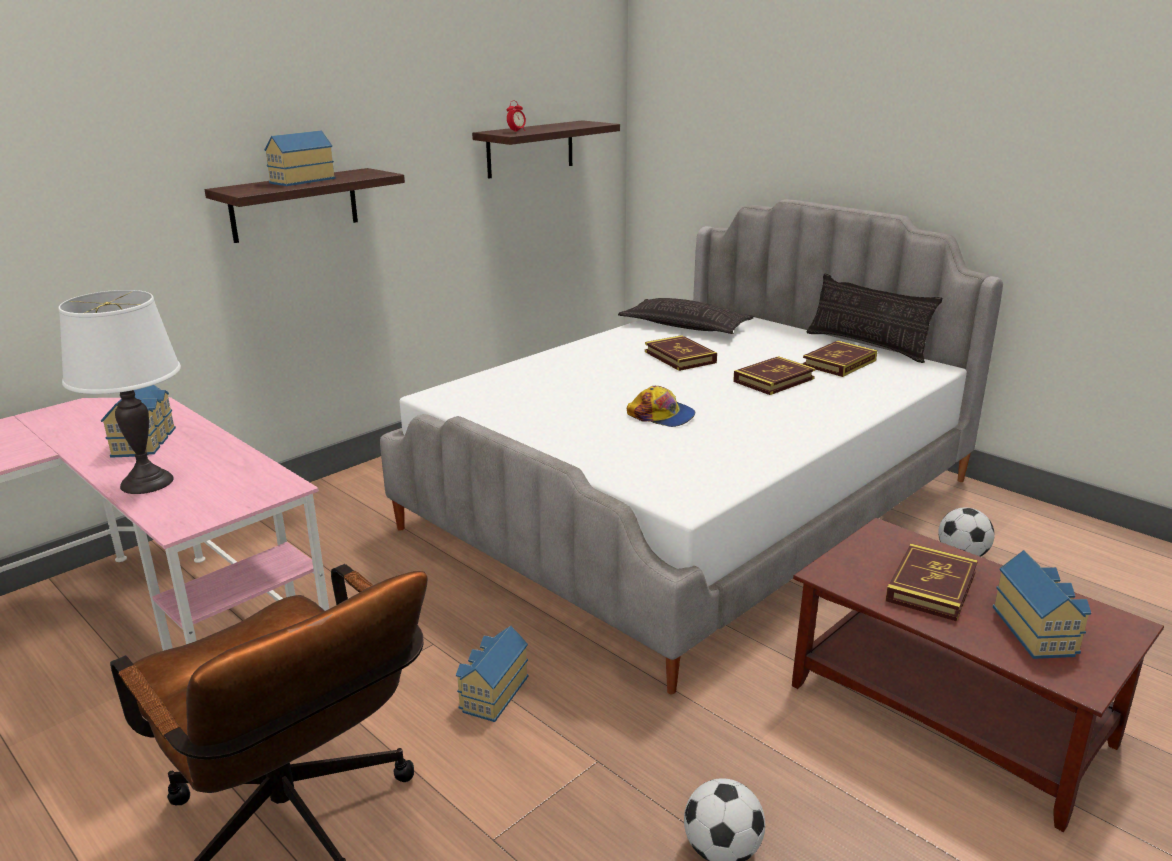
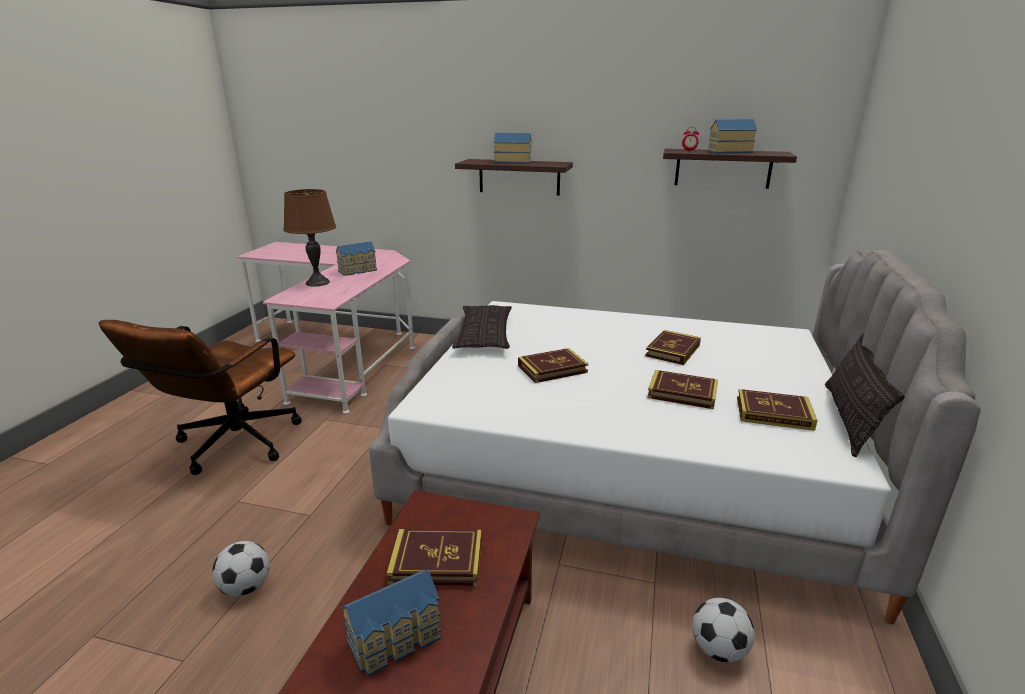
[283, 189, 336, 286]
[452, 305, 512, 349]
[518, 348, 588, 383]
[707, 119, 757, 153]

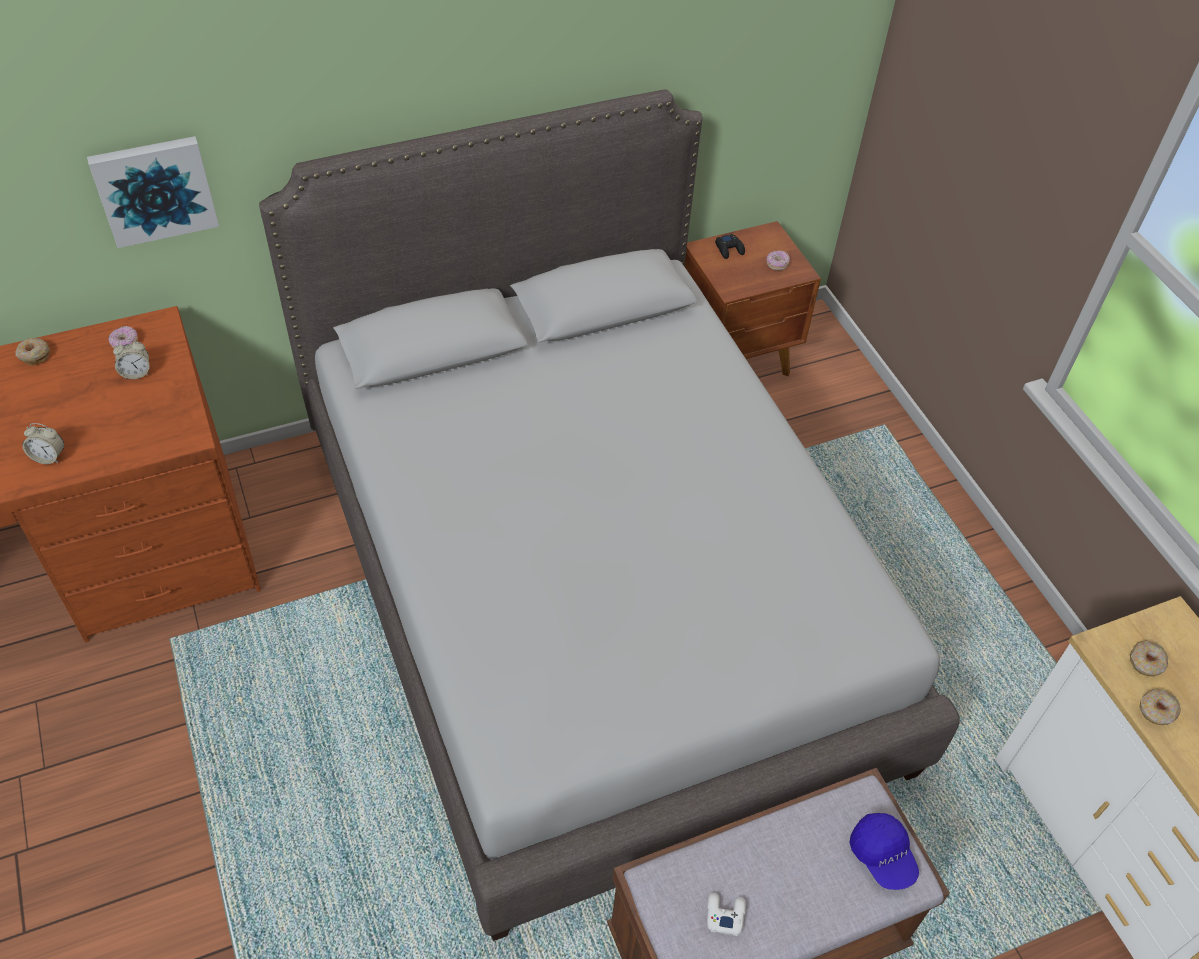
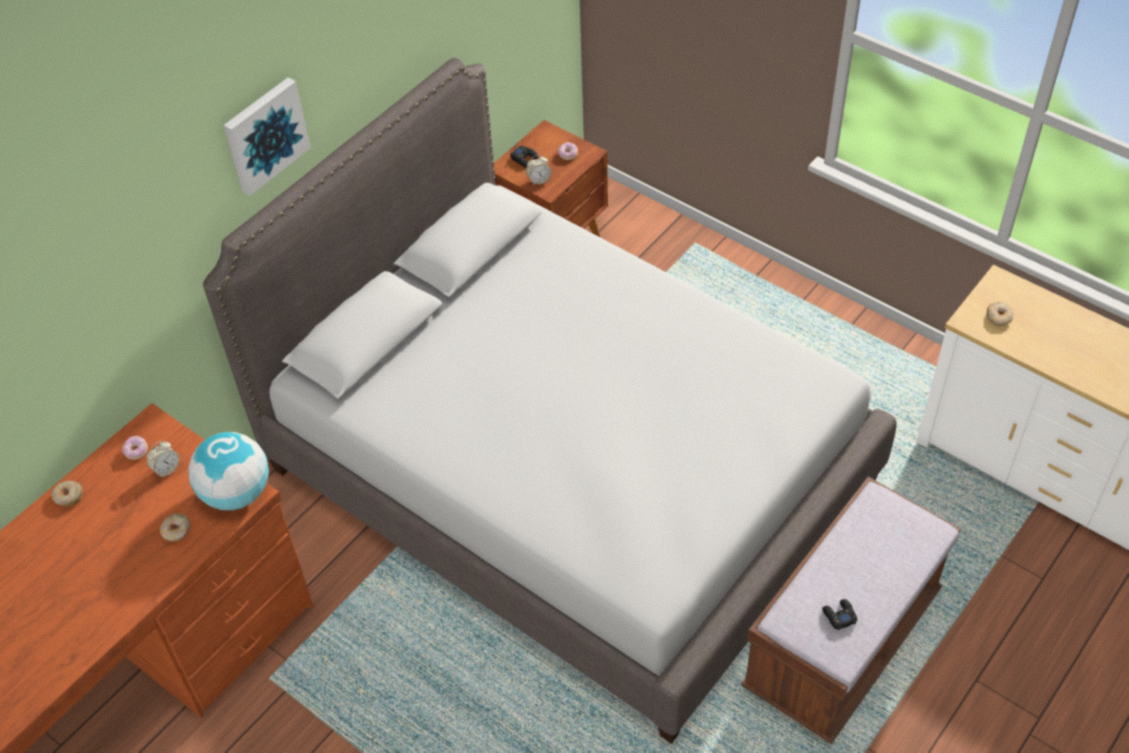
[160, 513, 190, 542]
[188, 432, 269, 510]
[224, 78, 311, 196]
[526, 155, 551, 185]
[822, 599, 857, 630]
[849, 813, 919, 890] (first image)

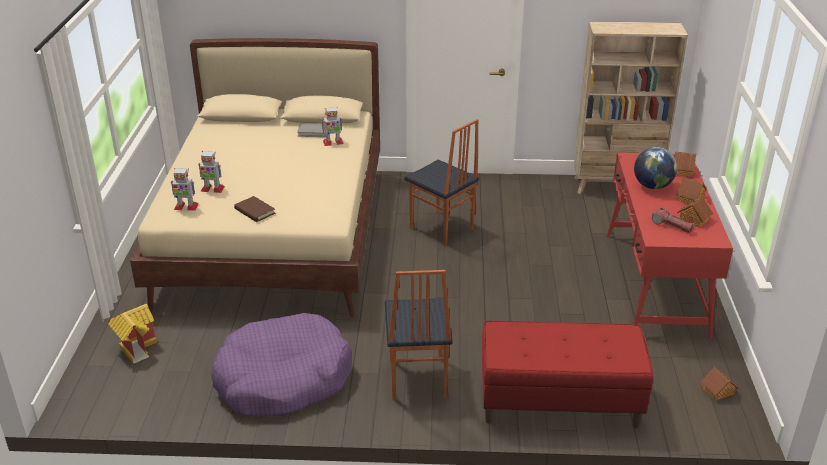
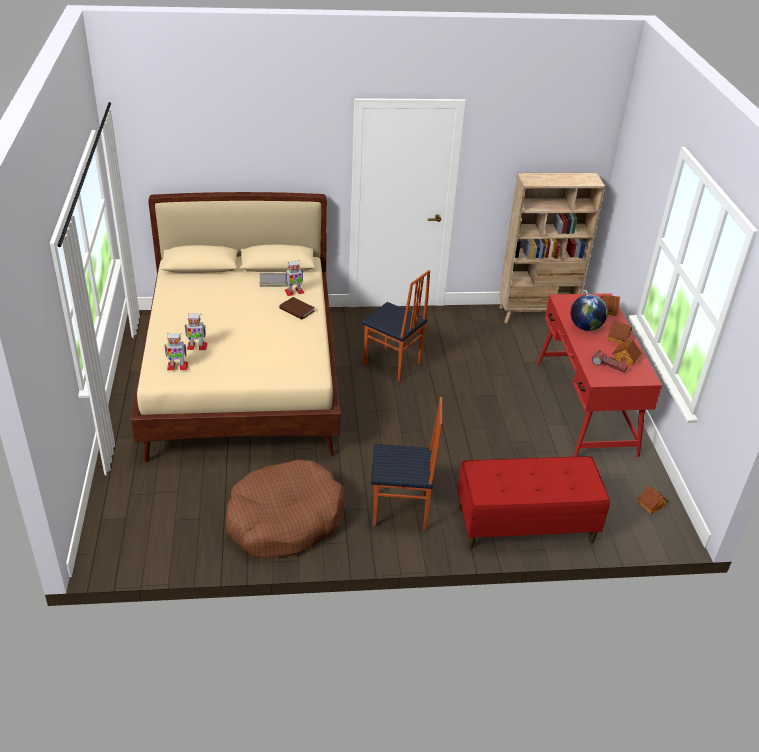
[226, 460, 345, 558]
[279, 297, 315, 319]
[371, 397, 442, 530]
[108, 304, 157, 364] (first image)

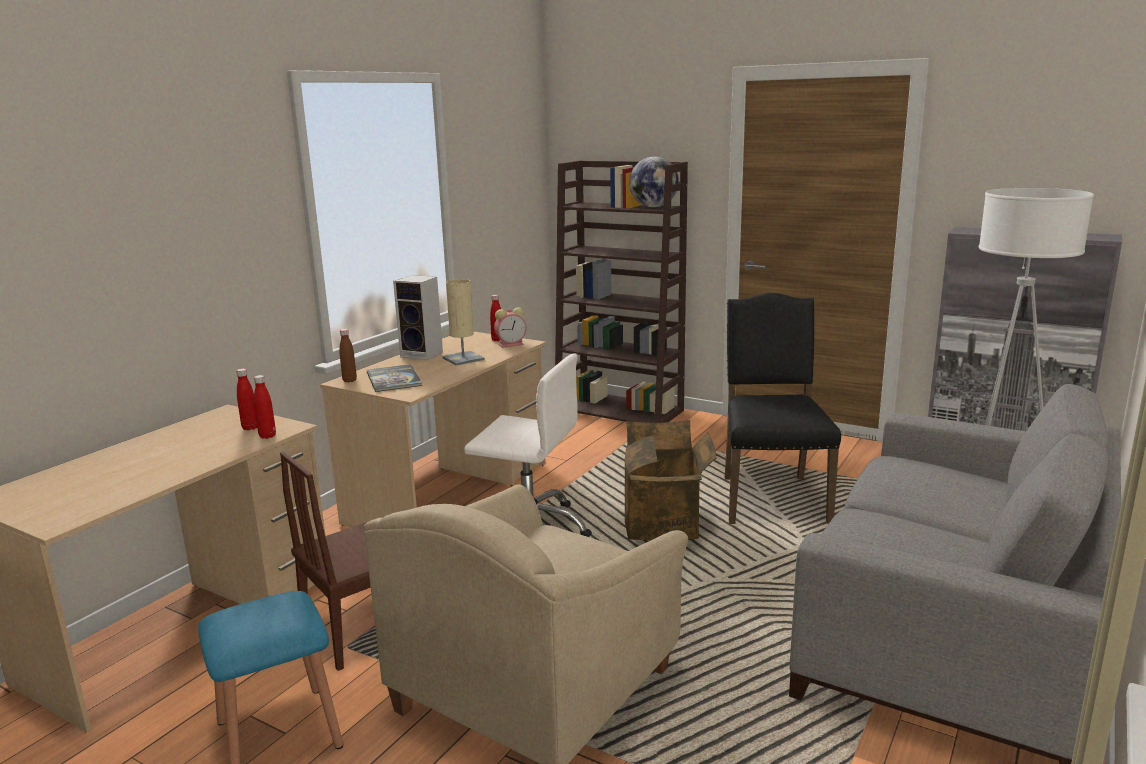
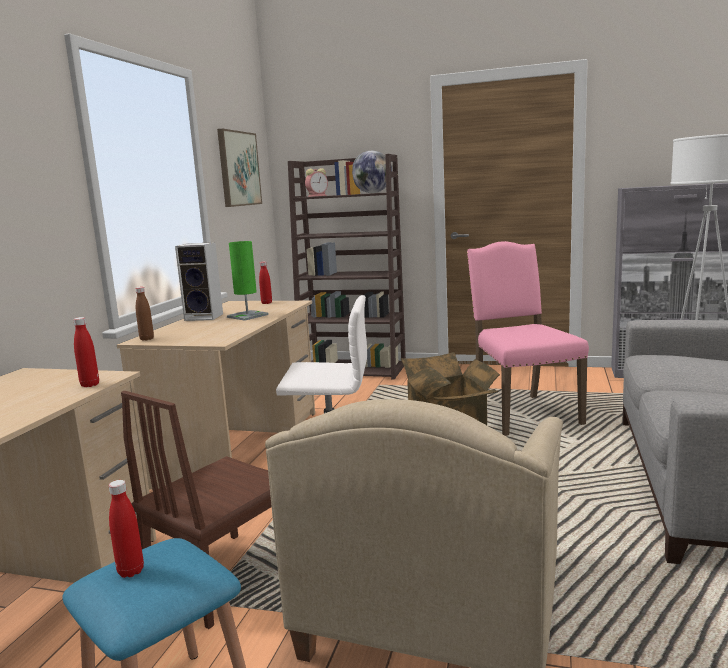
[109, 480, 144, 578]
[217, 129, 262, 207]
[227, 241, 269, 321]
[305, 168, 328, 197]
[467, 241, 589, 436]
[367, 364, 422, 392] (first image)

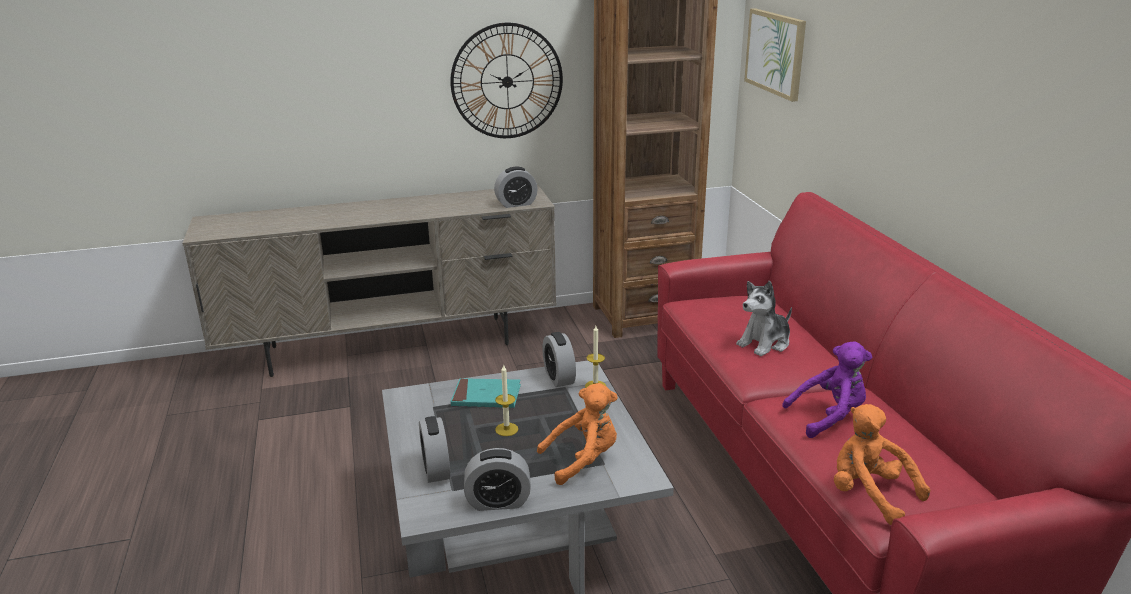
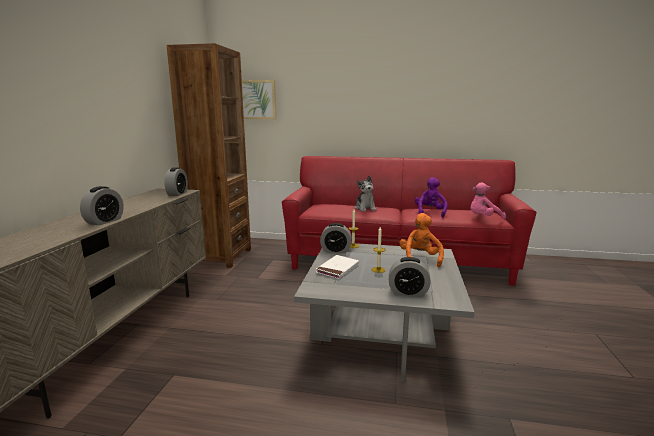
[80, 186, 124, 226]
[316, 255, 359, 279]
[470, 182, 506, 219]
[450, 23, 563, 138] (first image)

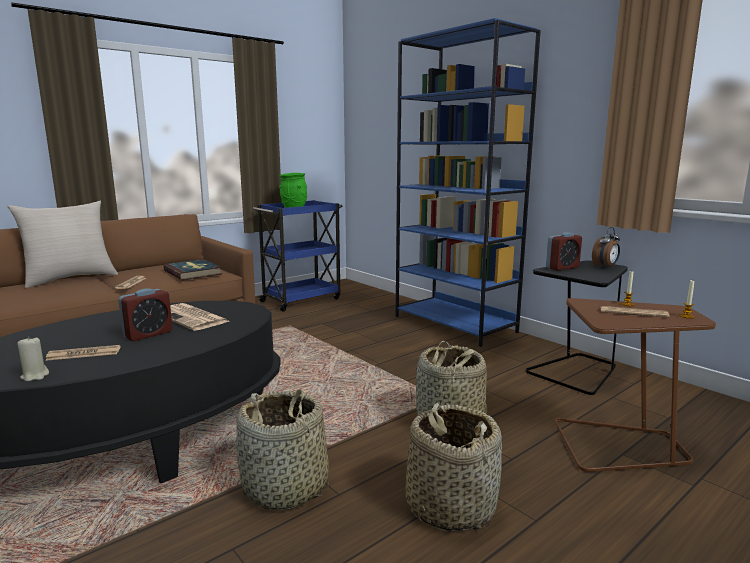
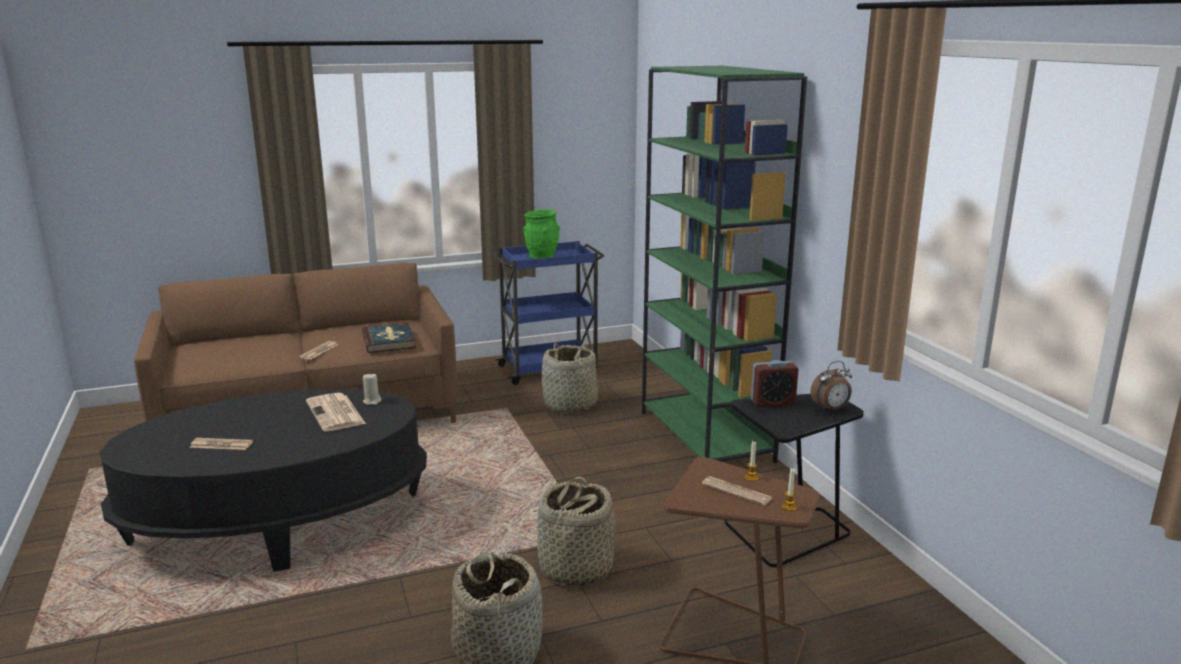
[363, 374, 381, 405]
[542, 343, 598, 413]
[642, 66, 807, 463]
[7, 201, 118, 288] (first image)
[118, 289, 173, 341] (first image)

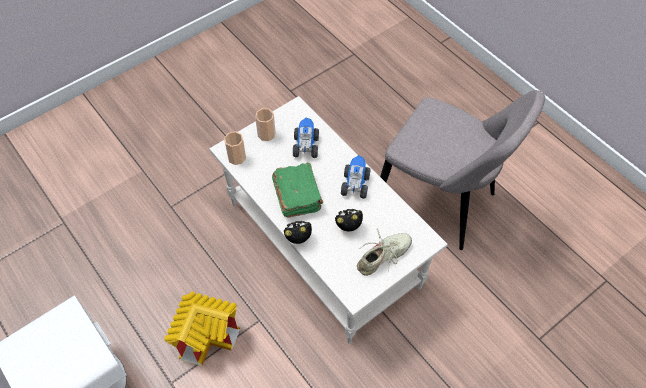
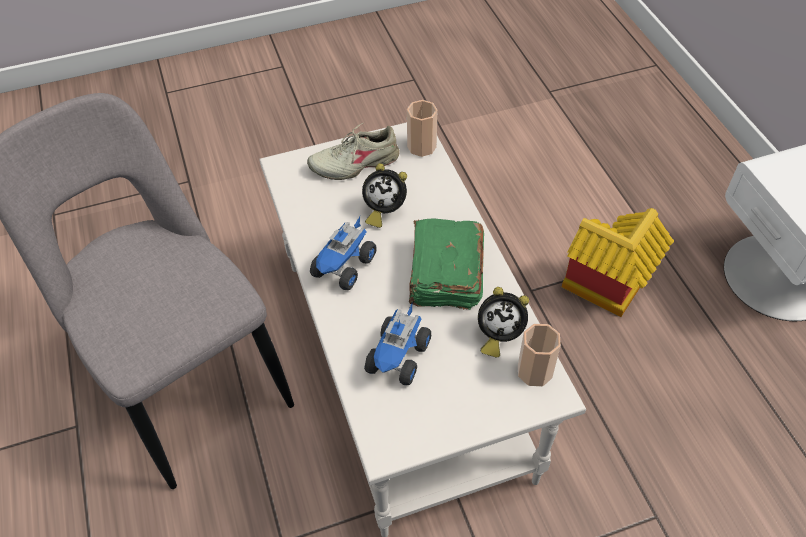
[407, 100, 437, 157]
[478, 287, 529, 357]

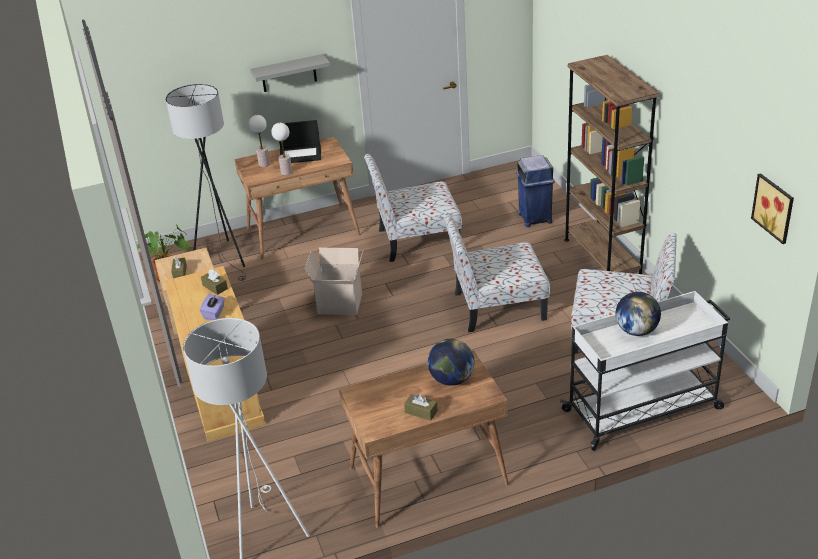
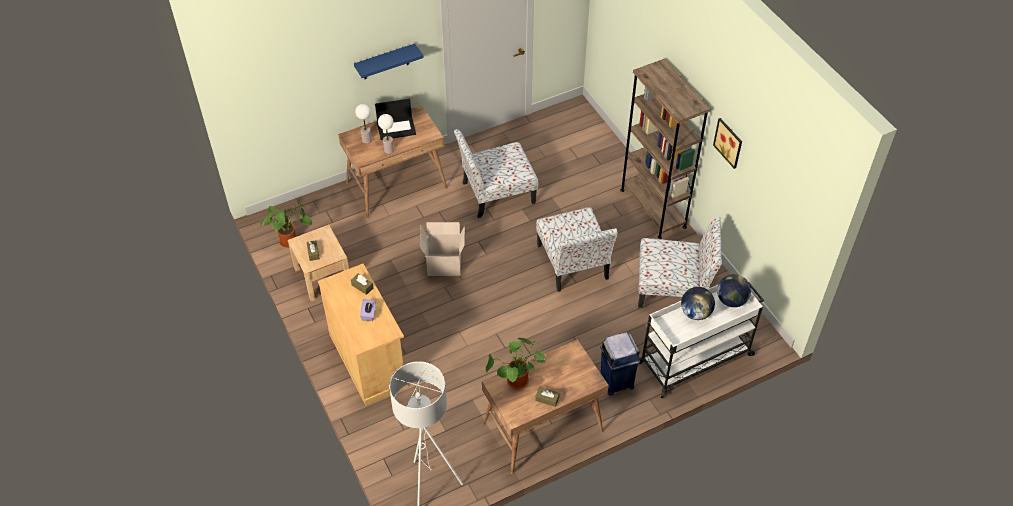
[354, 44, 424, 79]
[485, 338, 546, 389]
[536, 207, 618, 292]
[600, 332, 640, 396]
[713, 118, 742, 169]
[717, 274, 751, 307]
[166, 84, 246, 281] (first image)

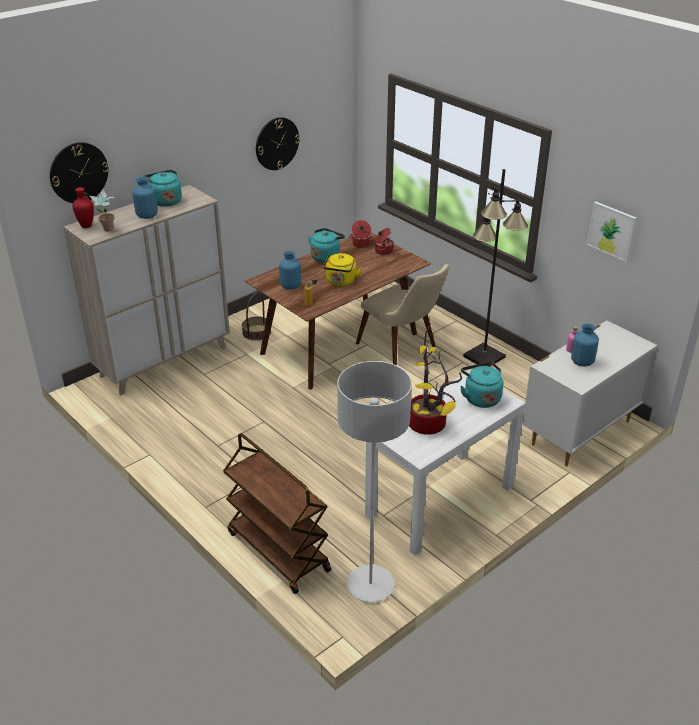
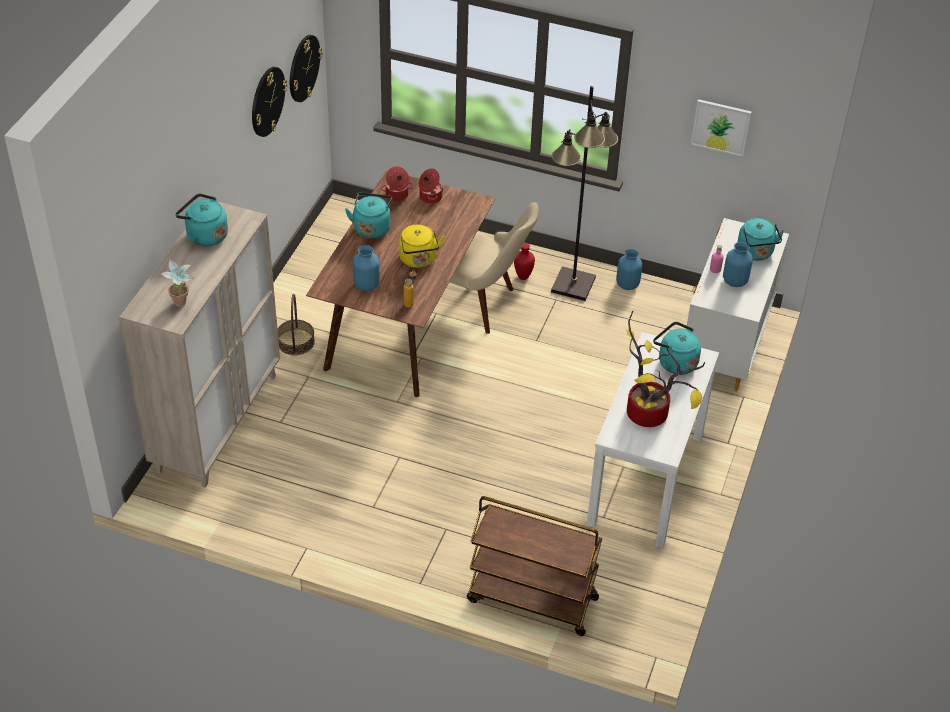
[290, 35, 322, 102]
[514, 243, 535, 280]
[616, 249, 642, 290]
[738, 218, 784, 261]
[337, 361, 412, 602] (first image)

